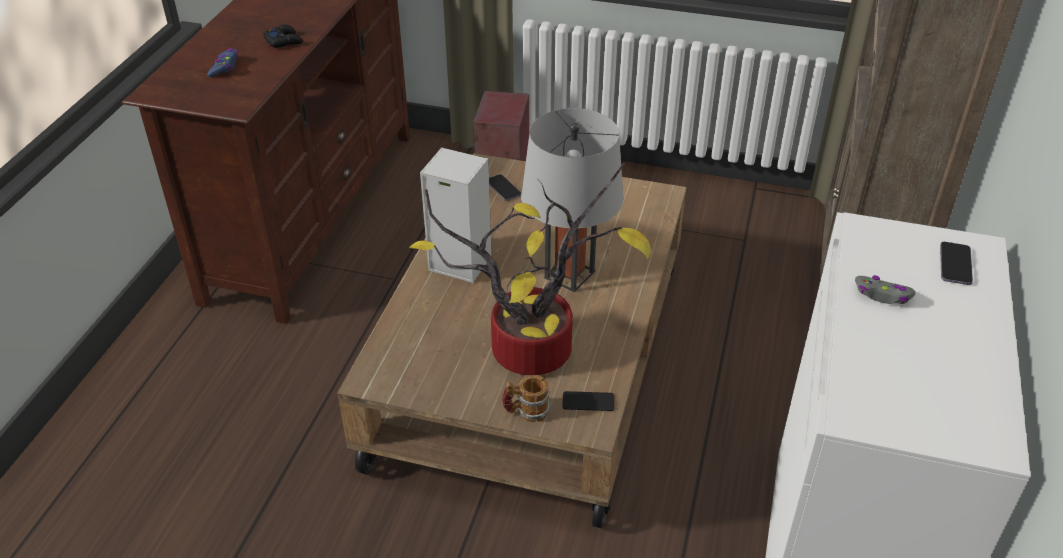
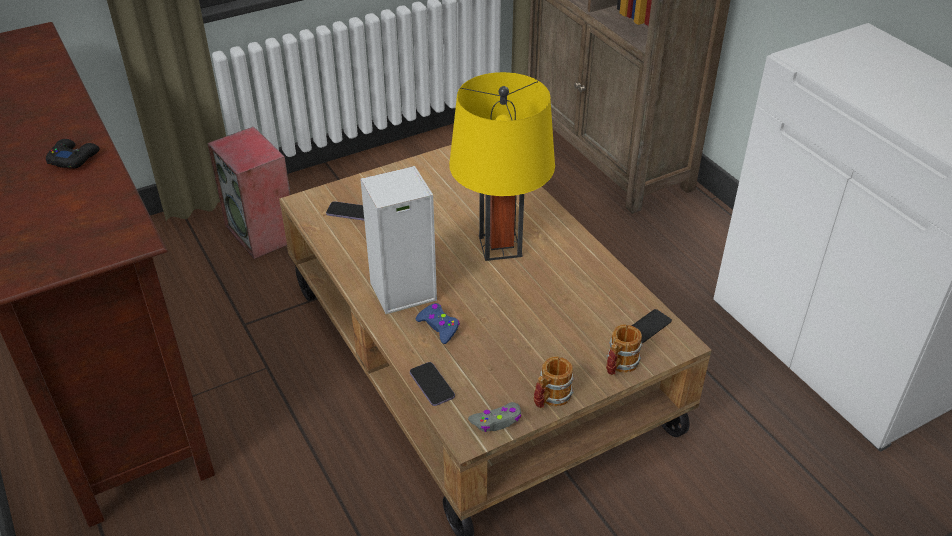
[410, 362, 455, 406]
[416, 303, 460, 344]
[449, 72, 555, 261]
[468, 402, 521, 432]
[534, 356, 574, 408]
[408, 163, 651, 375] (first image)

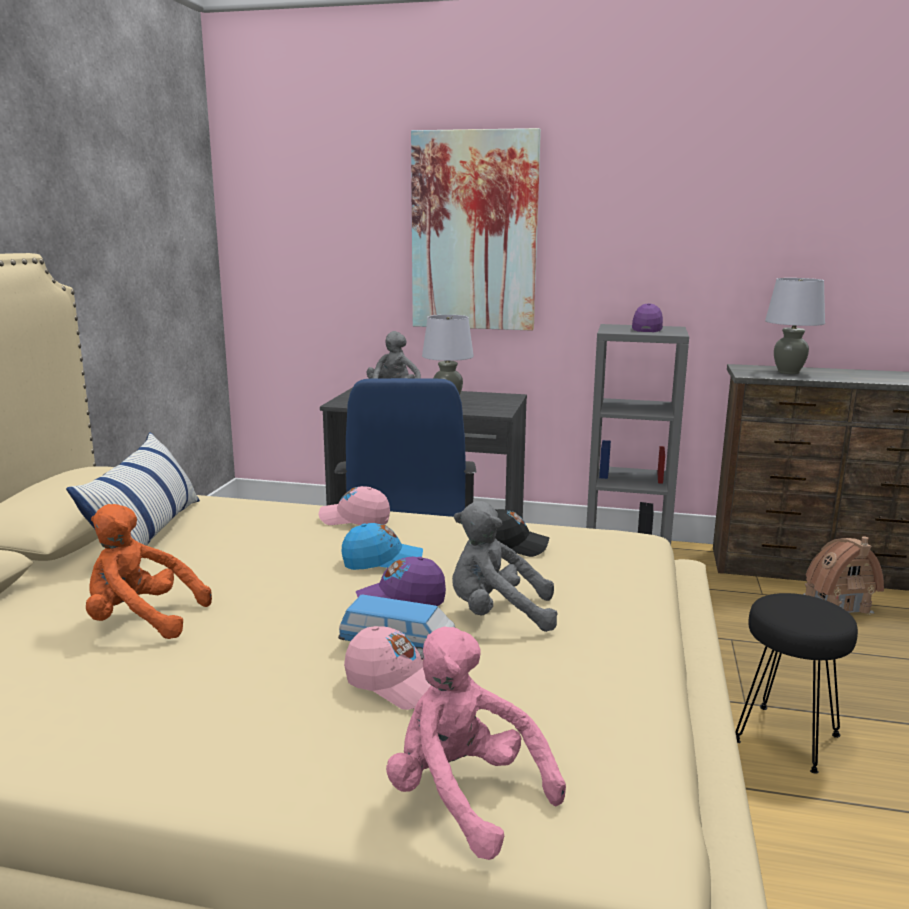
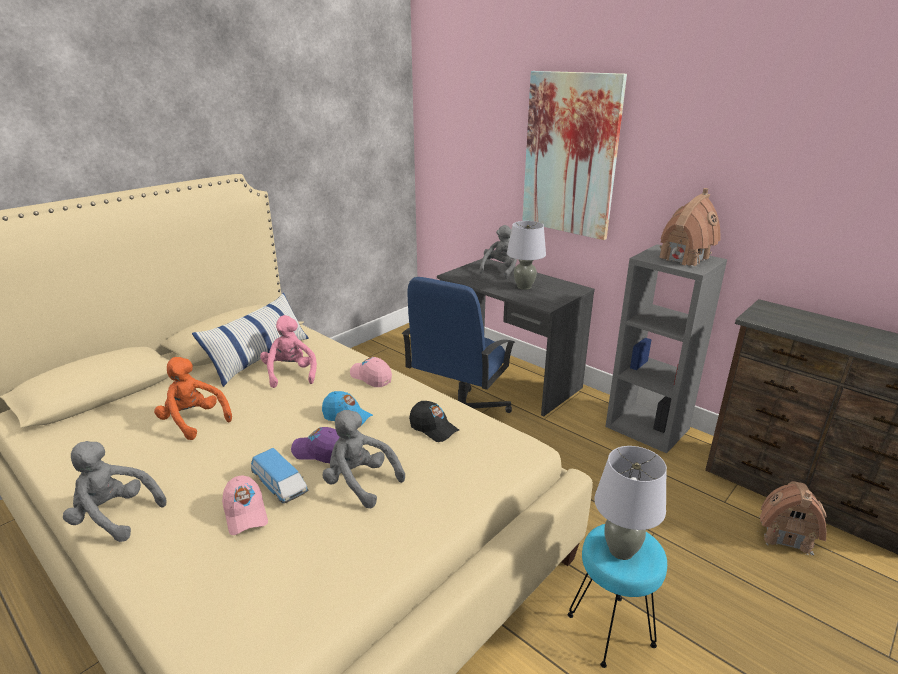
[63, 441, 167, 542]
[260, 315, 317, 388]
[568, 524, 667, 668]
[594, 446, 667, 560]
[660, 188, 720, 267]

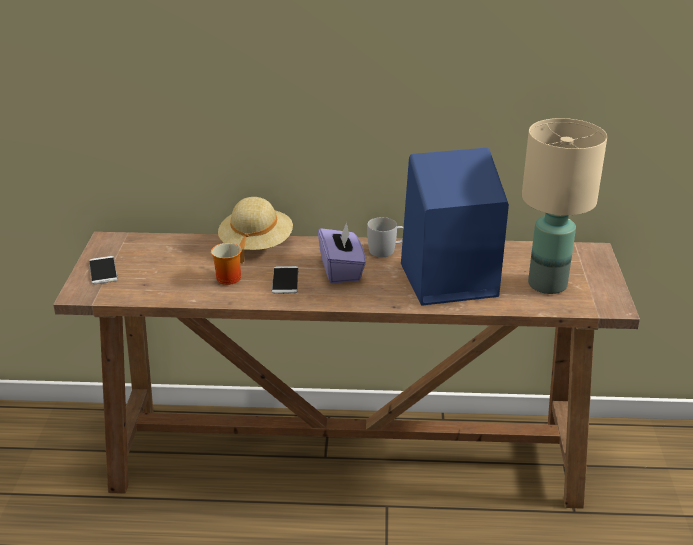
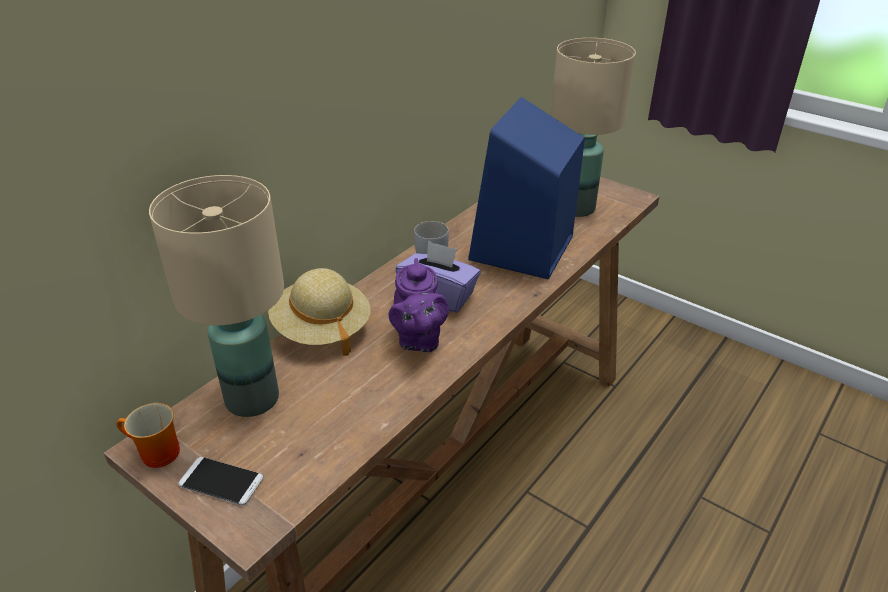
[116, 403, 180, 468]
[149, 175, 284, 417]
[388, 258, 449, 352]

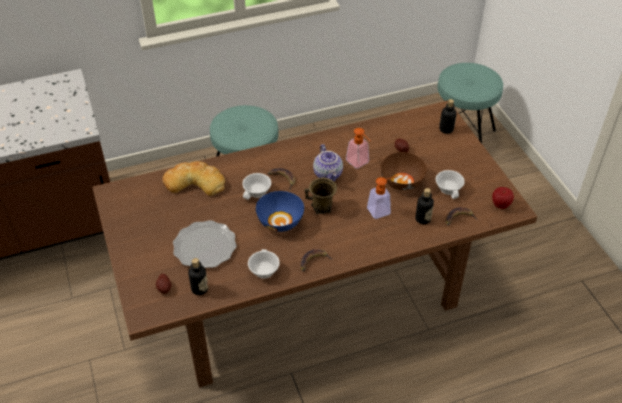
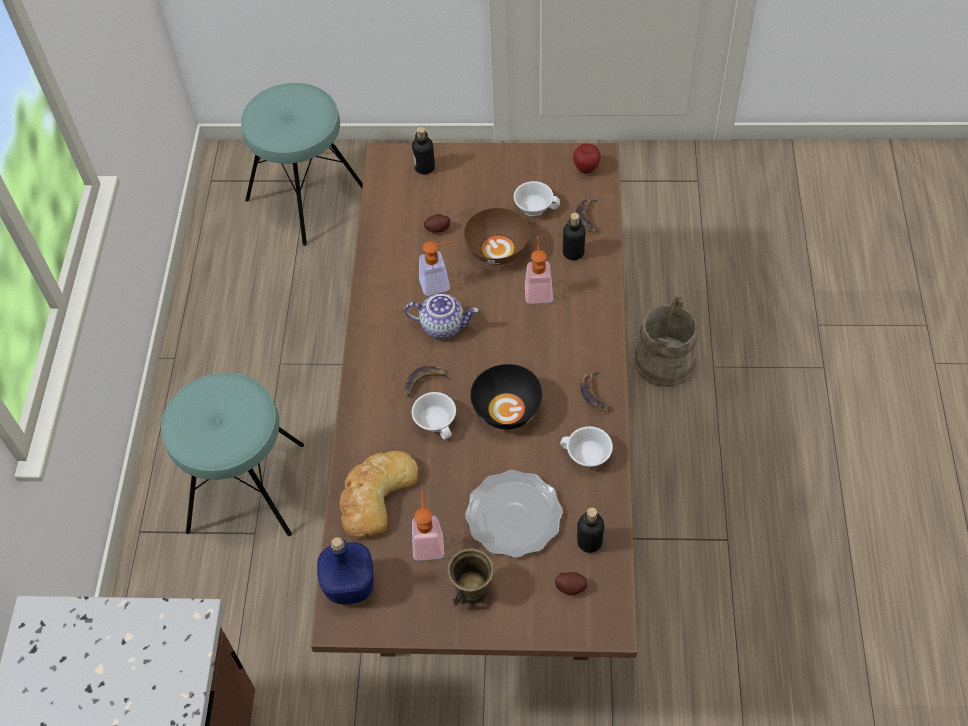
[317, 537, 374, 604]
[412, 489, 444, 561]
[447, 548, 494, 606]
[470, 364, 542, 430]
[635, 297, 698, 387]

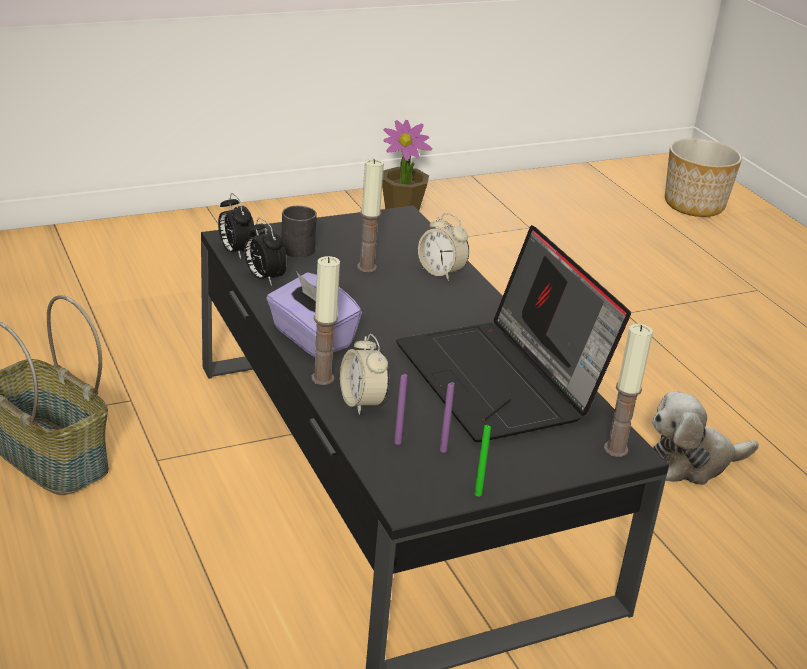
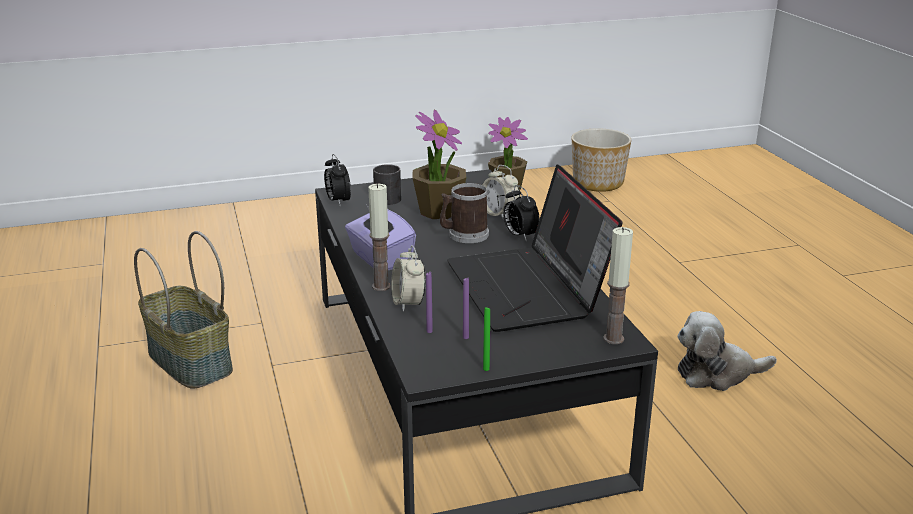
[412, 110, 466, 219]
[440, 183, 489, 243]
[503, 185, 540, 242]
[572, 128, 631, 192]

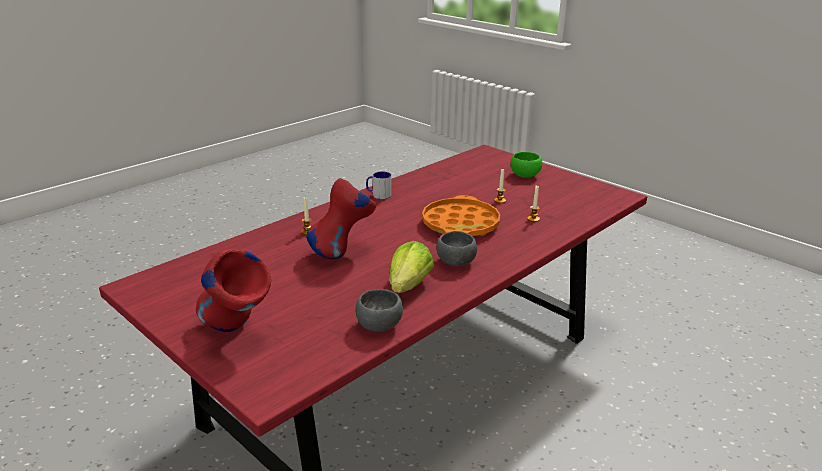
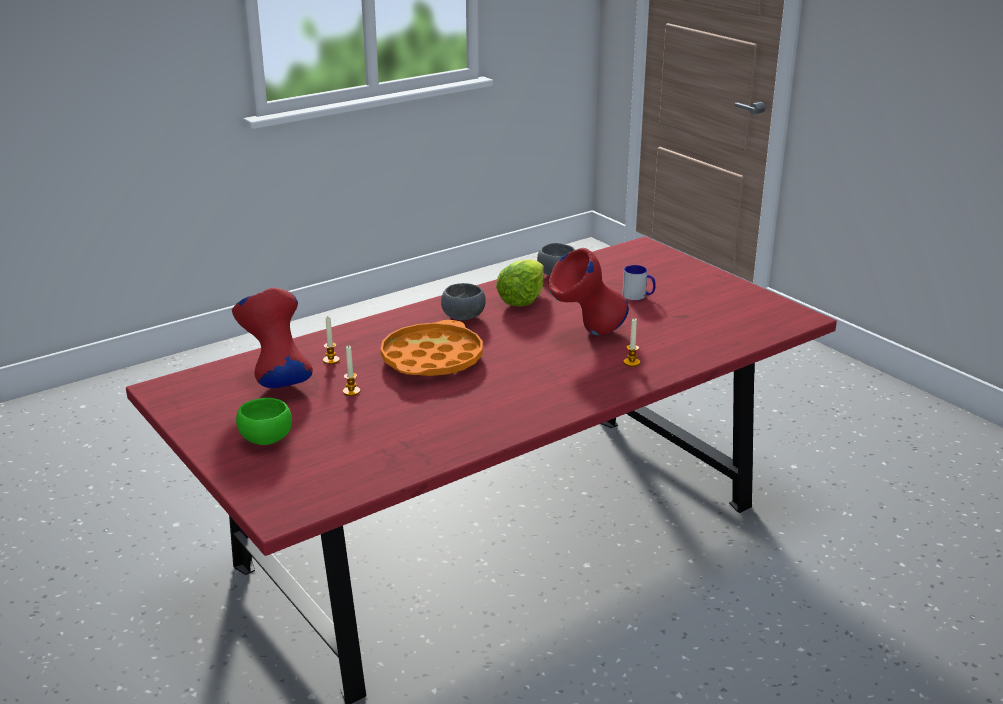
[232, 287, 313, 388]
[622, 265, 656, 300]

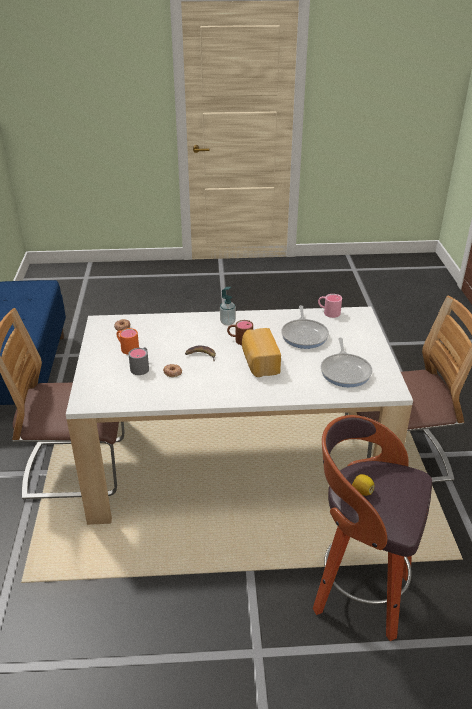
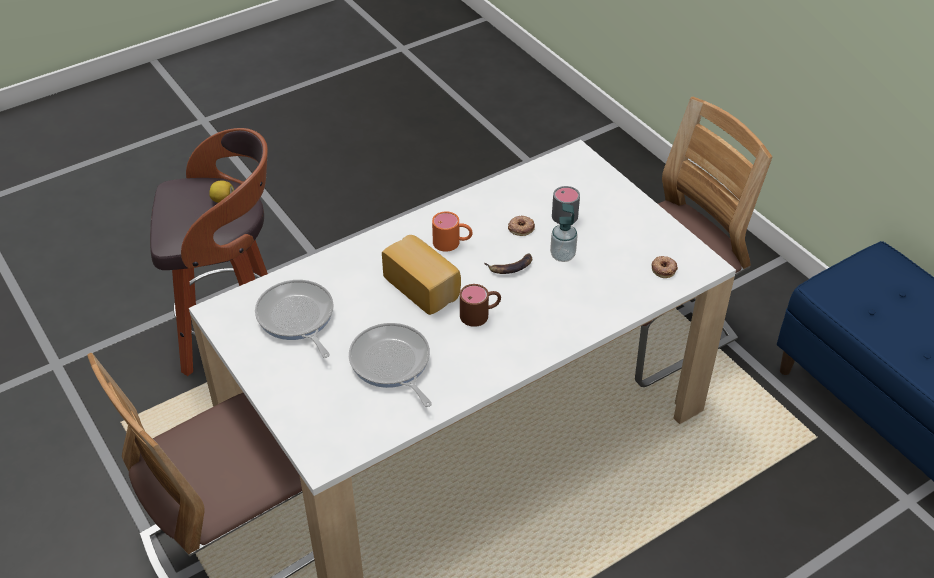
[432, 211, 473, 252]
[550, 203, 578, 262]
[318, 294, 342, 318] (first image)

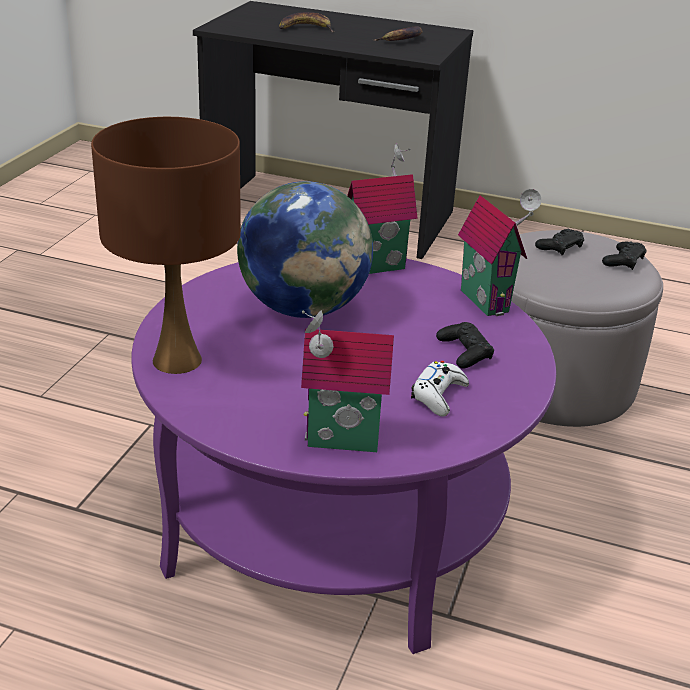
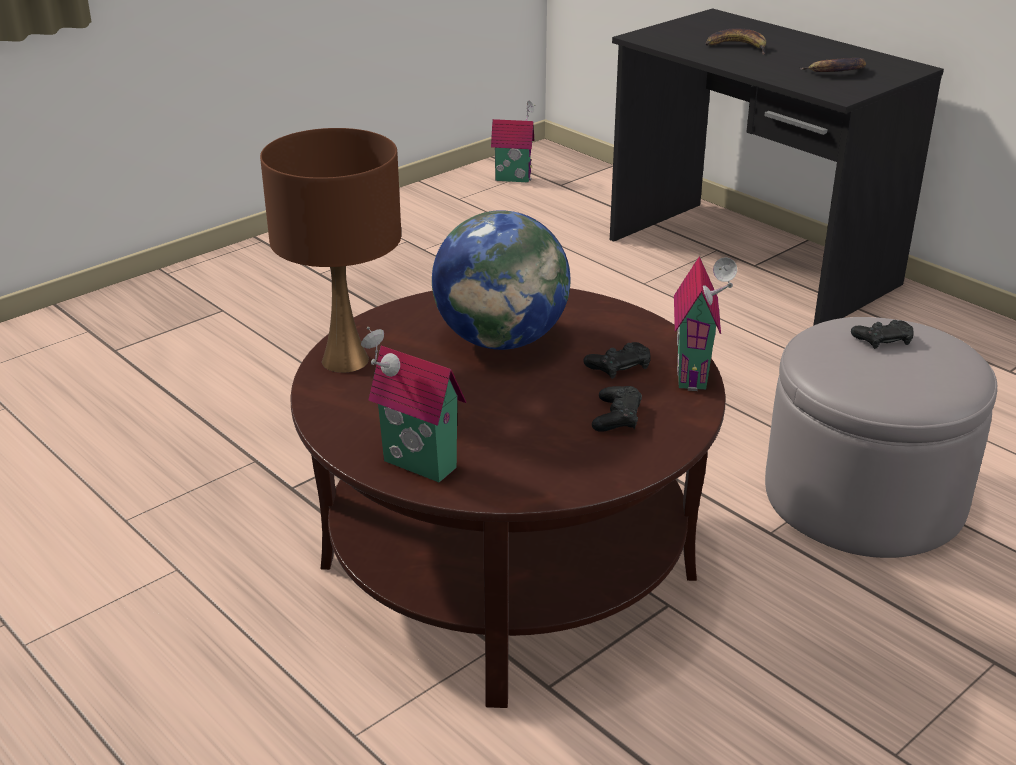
[291, 288, 726, 708]
[491, 101, 535, 182]
[583, 342, 651, 379]
[411, 361, 469, 417] (first image)

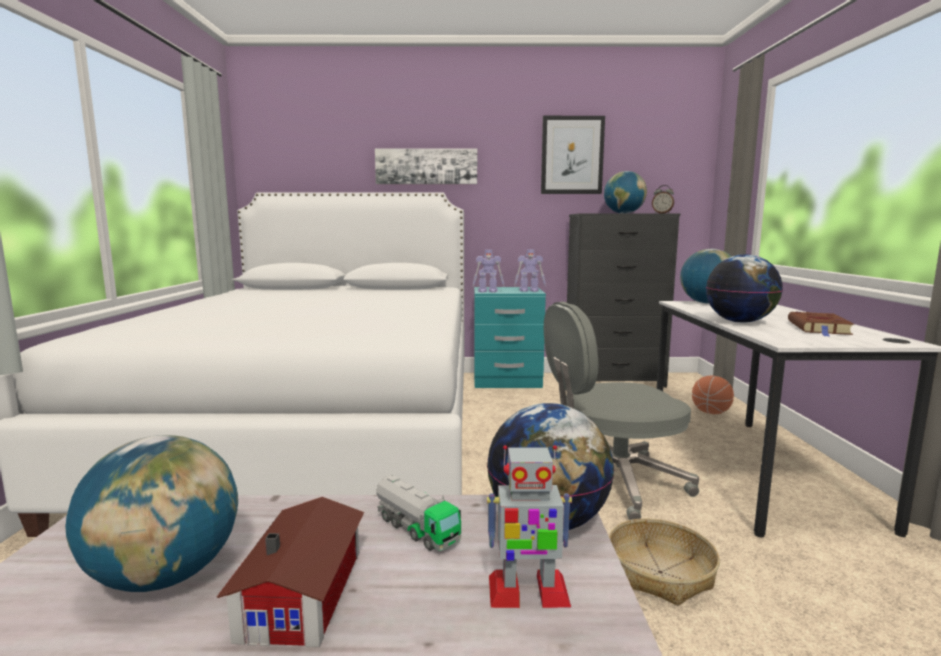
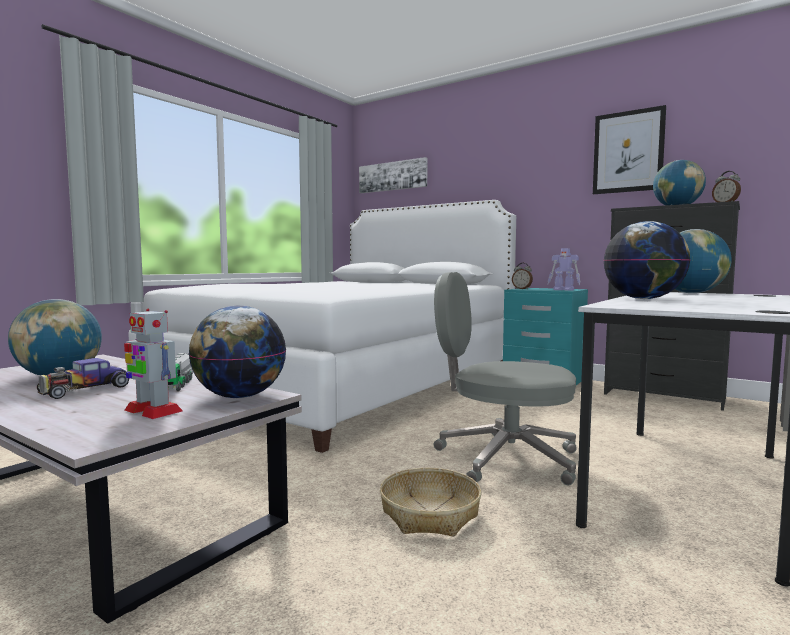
[37, 358, 129, 399]
[359, 157, 427, 193]
[512, 263, 533, 289]
[692, 376, 734, 414] (first image)
[788, 312, 854, 337] (first image)

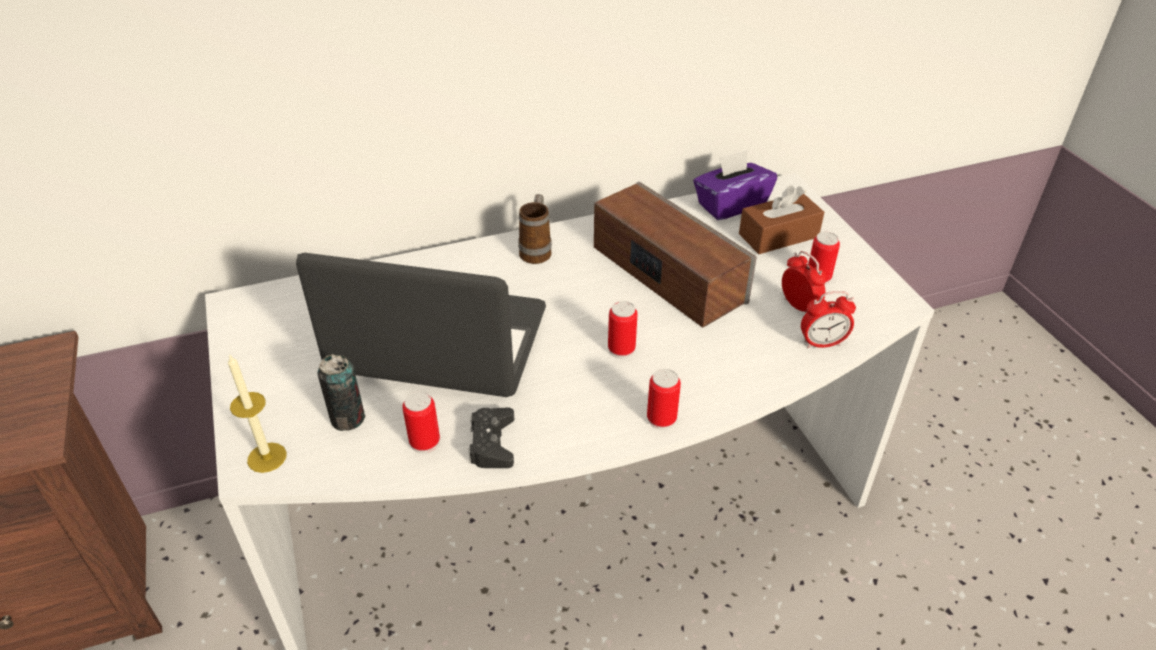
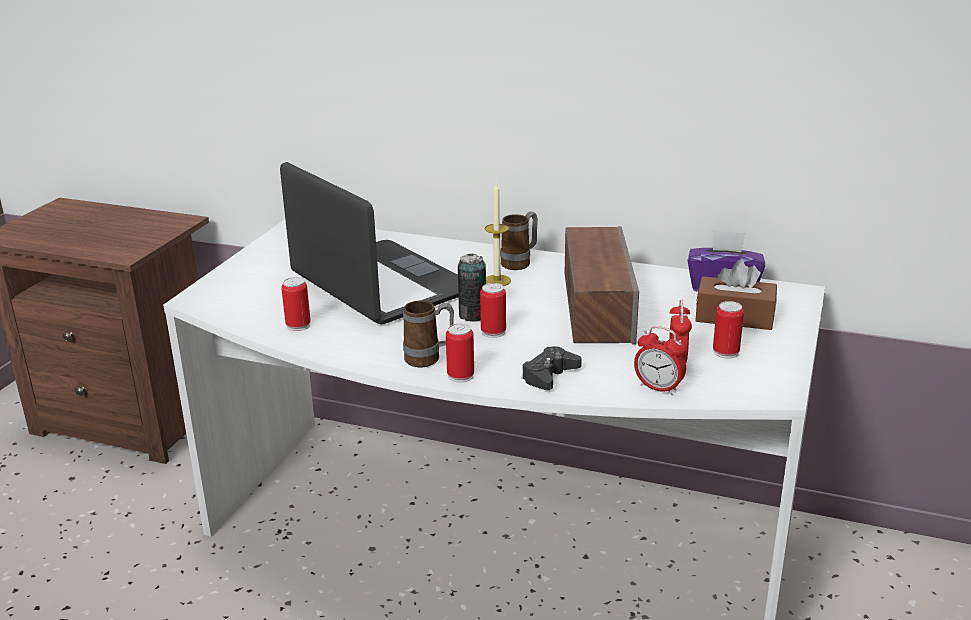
[403, 301, 454, 367]
[458, 253, 486, 322]
[485, 183, 511, 286]
[522, 346, 582, 390]

